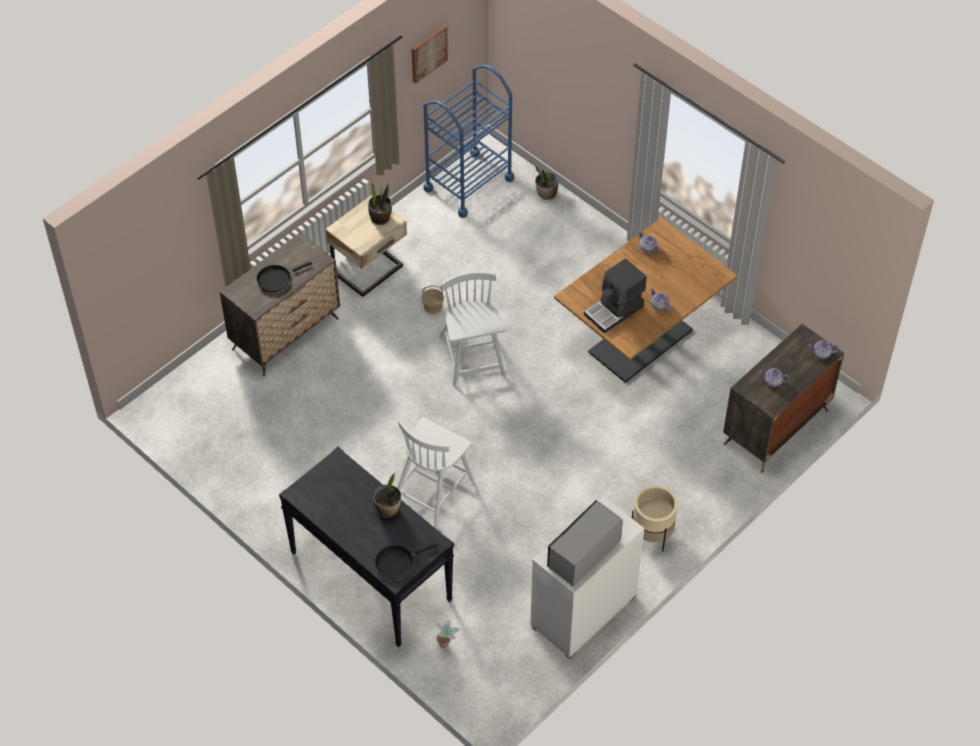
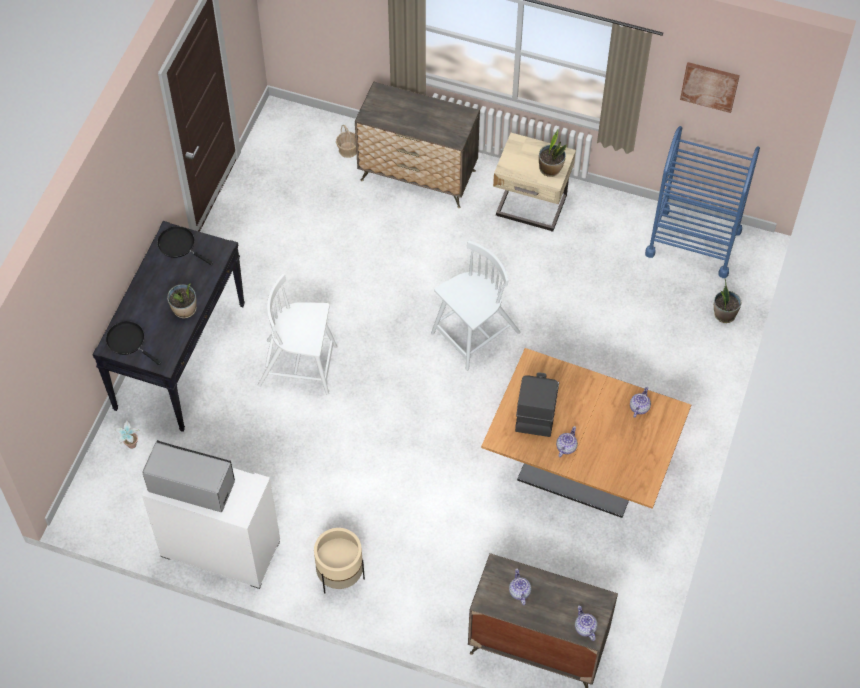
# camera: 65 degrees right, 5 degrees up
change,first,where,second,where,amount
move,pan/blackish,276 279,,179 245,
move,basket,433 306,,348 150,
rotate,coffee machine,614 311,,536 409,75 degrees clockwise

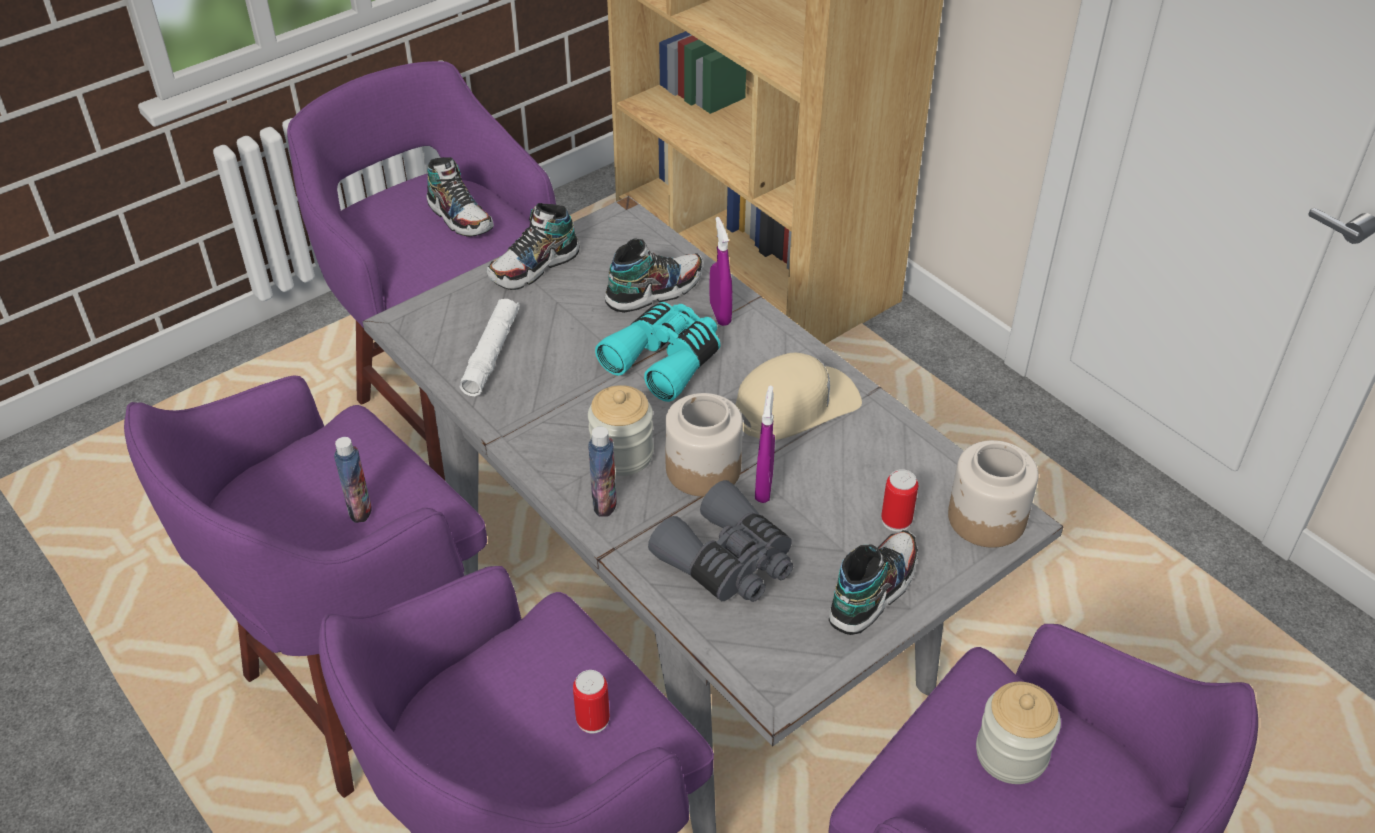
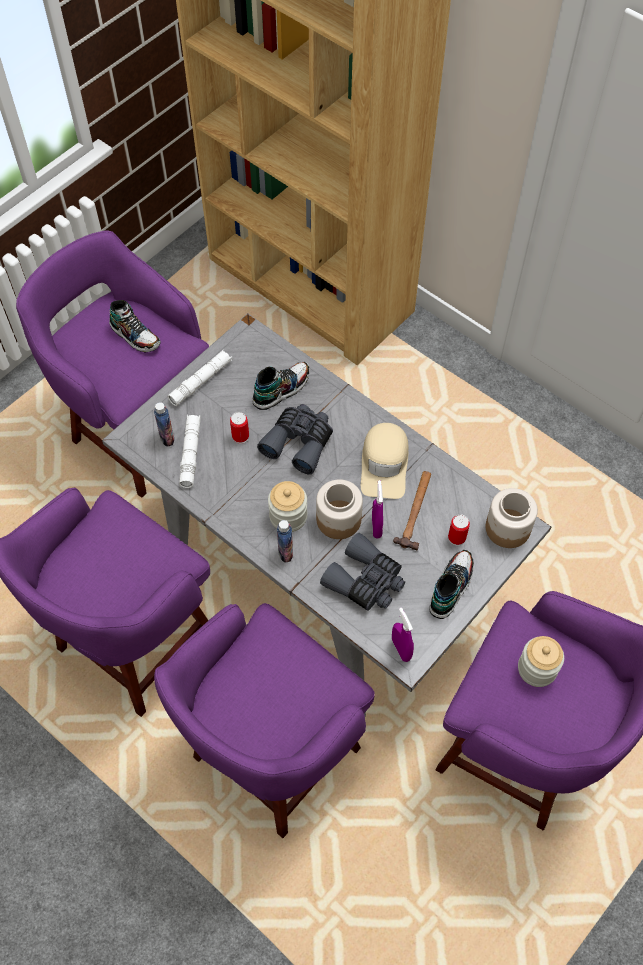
# camera: 10 degrees left, 15 degrees up
change,first,where,second,where,amount
move,bottle,360 509,,167 438,
replace,item of footwear,534 267,flashlight/white-coloured,201 381,
move,can,593 719,,240 436,
recolor,binoculars/turquoise,665 359,binoculars/greyish,299 442,
move,spray bottle/purple-coloured,720 314,,401 649,
rotate,cap/beige,795 405,,384 464,135 degrees clockwise
insert,,,hand hammer,416 511,

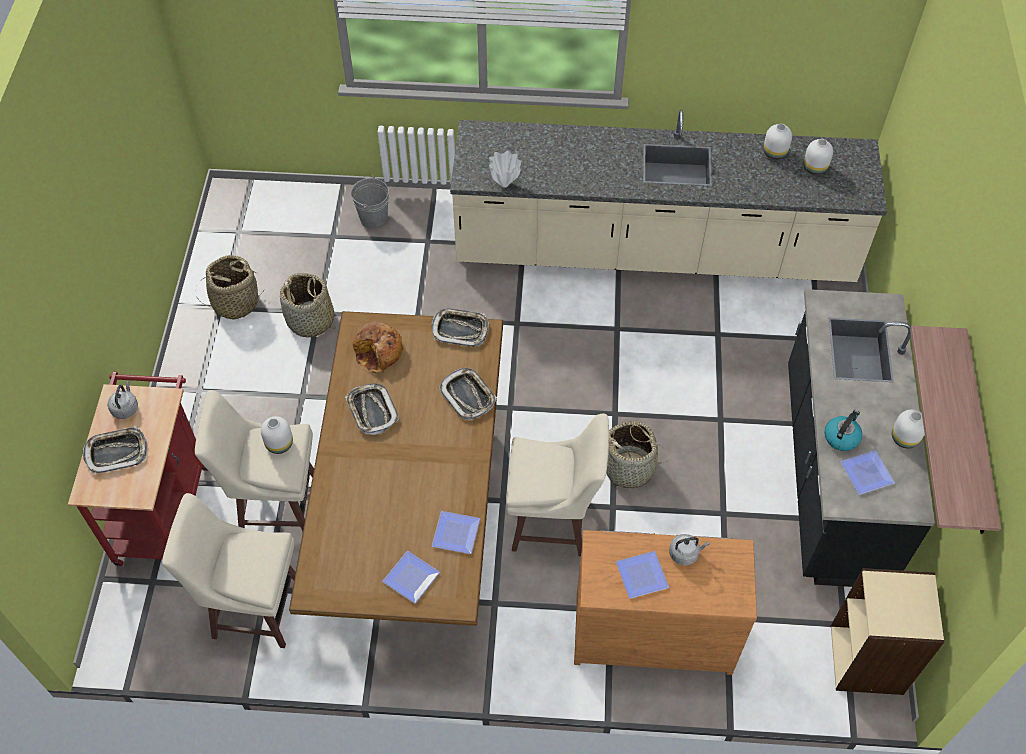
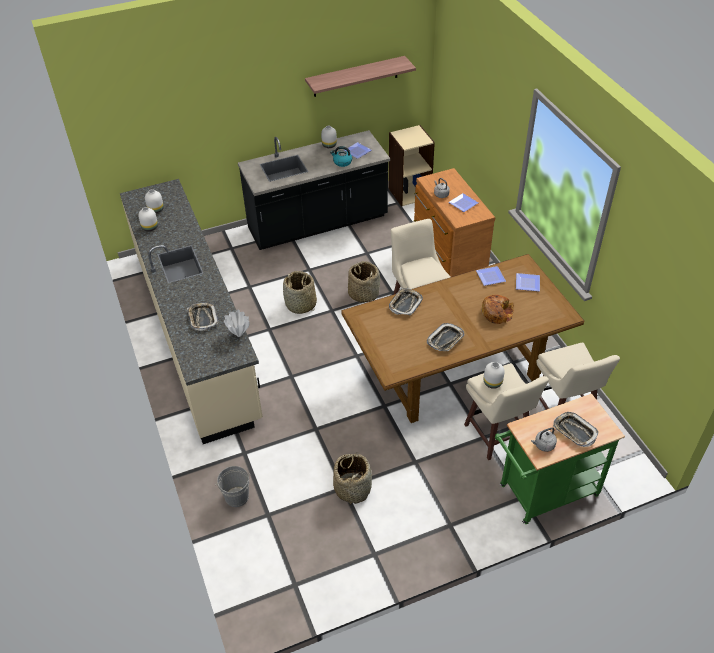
# camera: 115 degrees left, 10 degrees down
change,first,where,second,where,amount
recolor,trolley/red,164 507,trolley/greenish,543 493,
move,basket,235 302,,301 304,
move,baked bread,378 352,,497 313,
move,serving tray,460 330,,203 318,

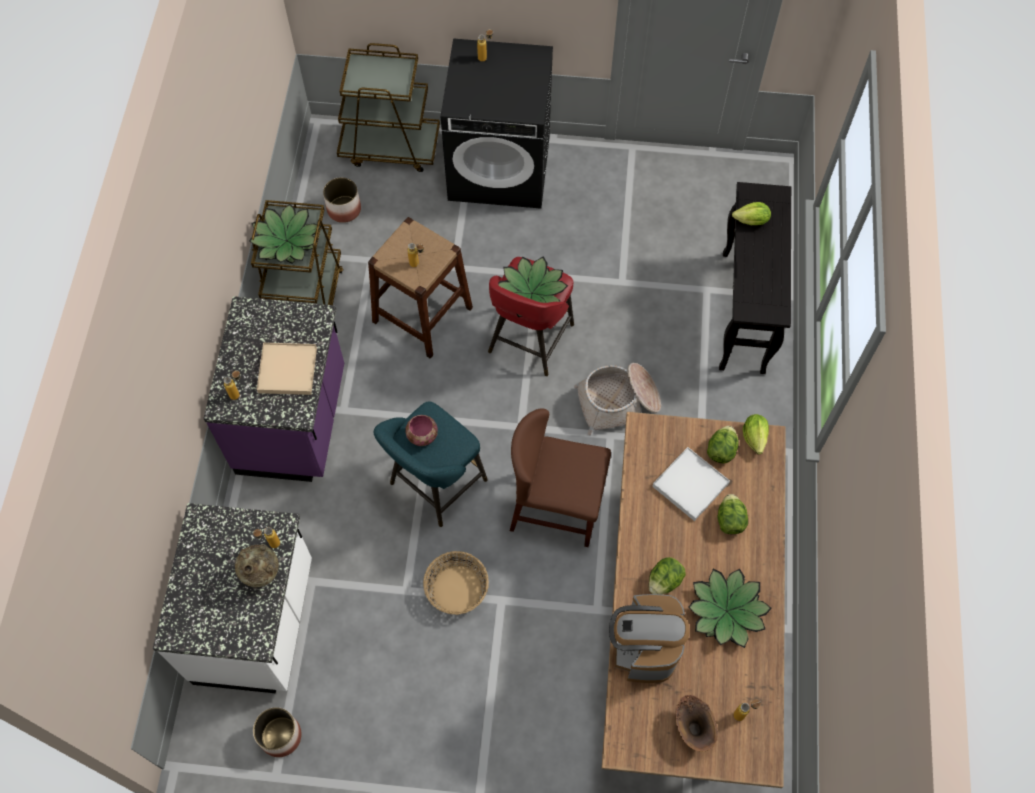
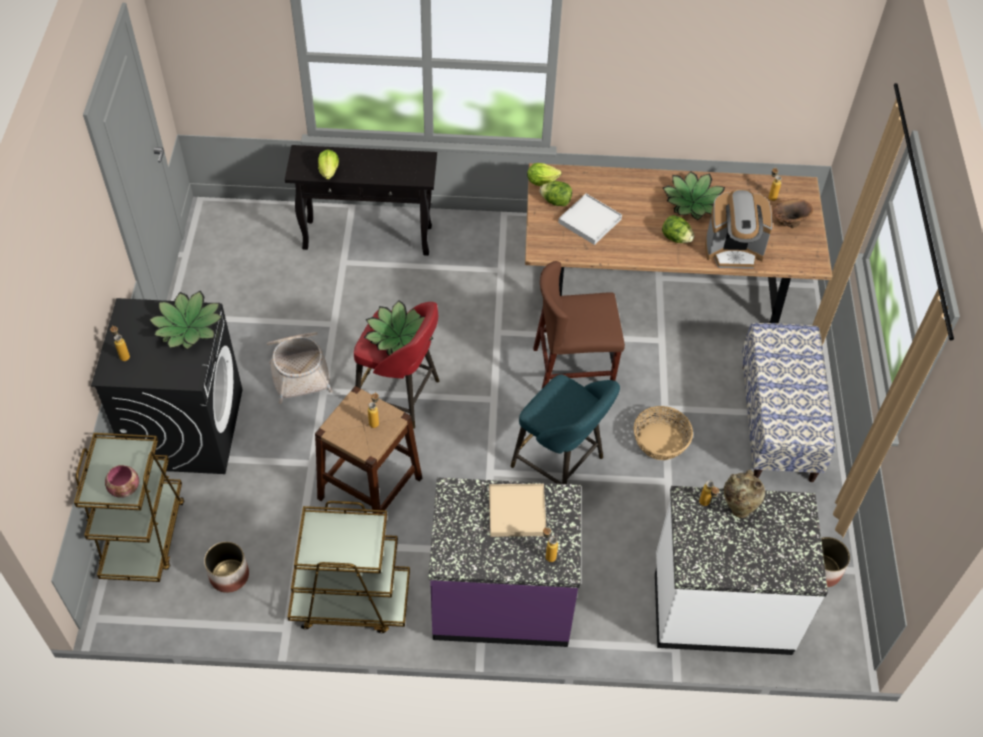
# camera: 95 degrees left, 10 degrees down
change,first,where,second,where,amount
move,potted plant,286 241,,188 327,
move,bowl,422 437,,126 489,
rotate,chair/brownish,556 507,,572 370,75 degrees clockwise
move,basket,618 403,,299 369,
delete,lettuce,730 520,,,
insert,,,bench,778 422,

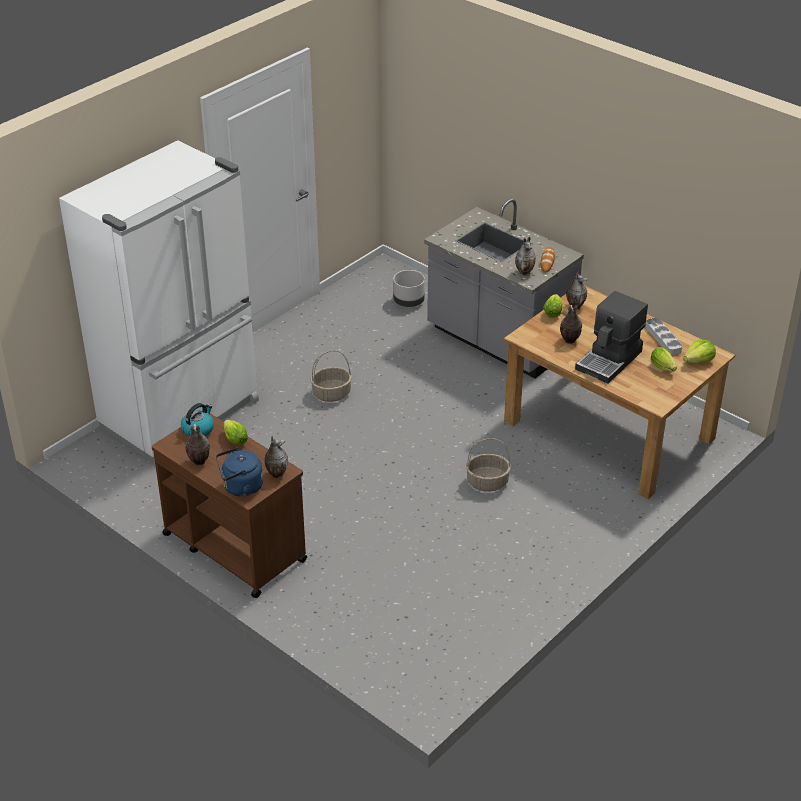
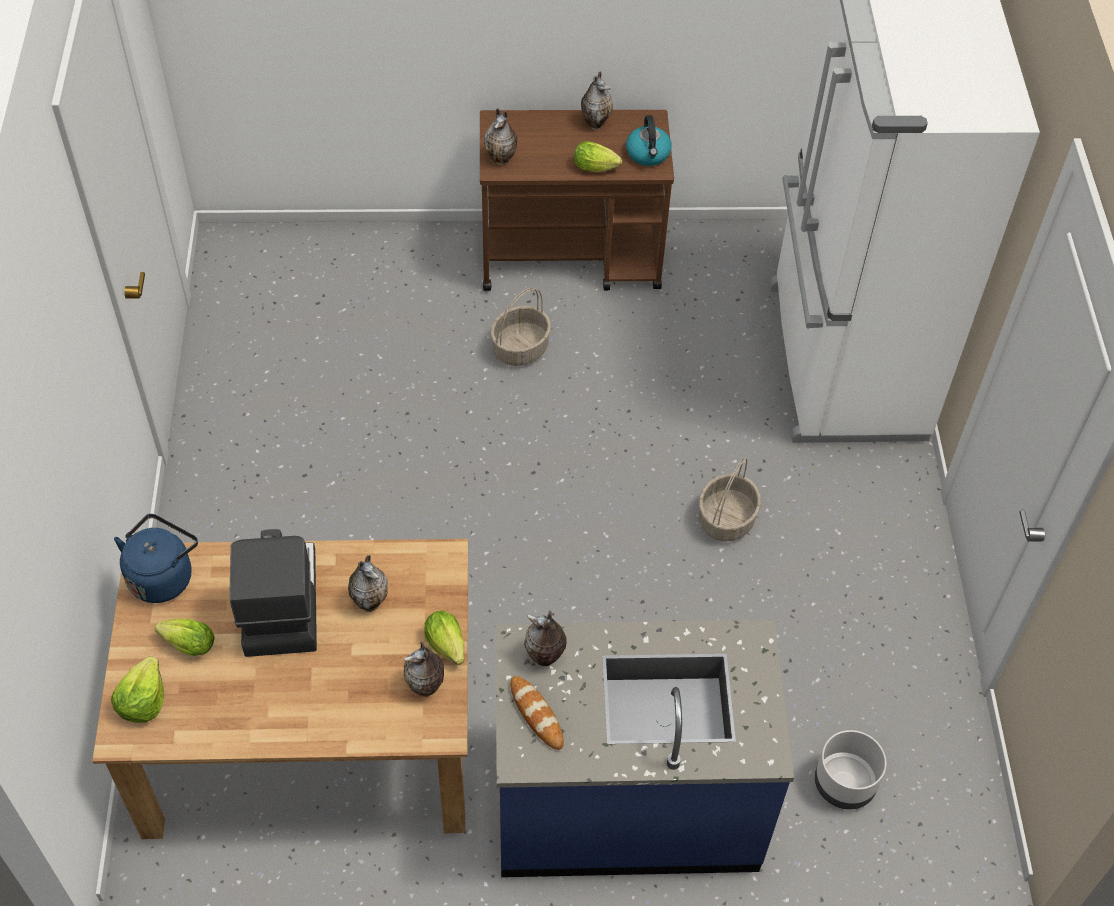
# camera: 135 degrees right, 15 degrees up
change,first,where,second,where,amount
move,kettle/bluish,240 487,,163 575,
recolor,counter/greyish,498 341,counter/bluish,626 801,
move,basket,487 482,,520 348,
delete,serving tray/greyish,663 339,,,

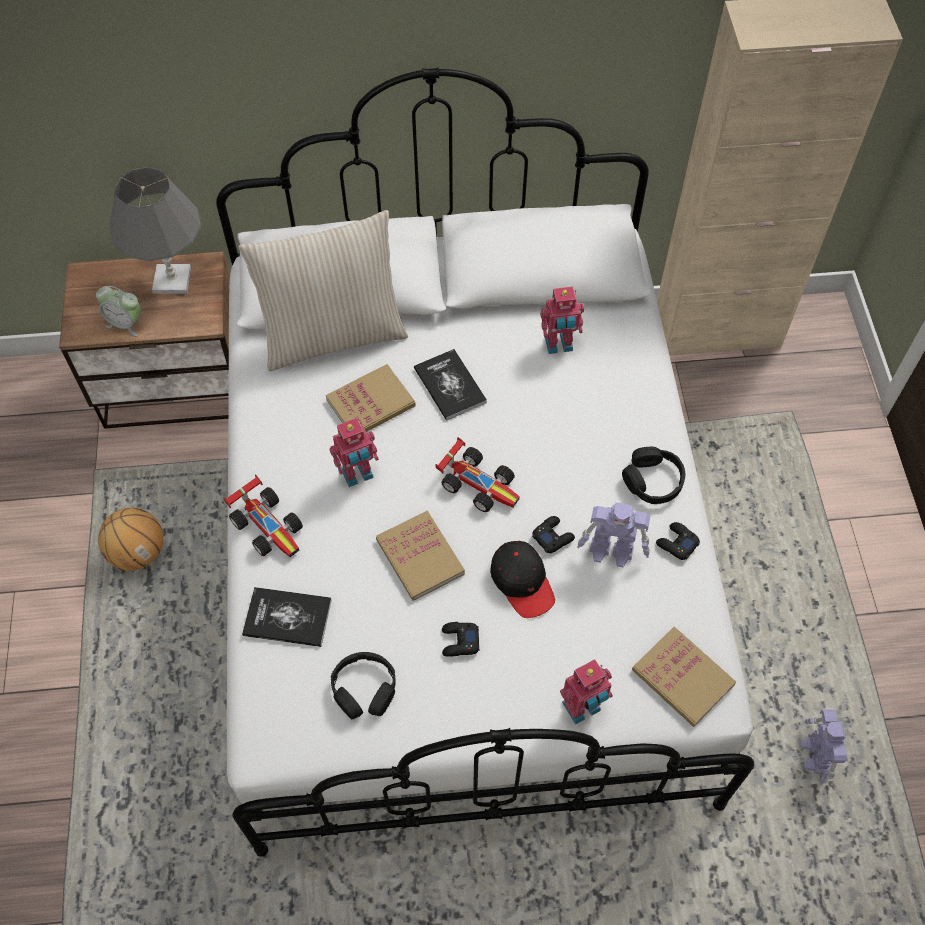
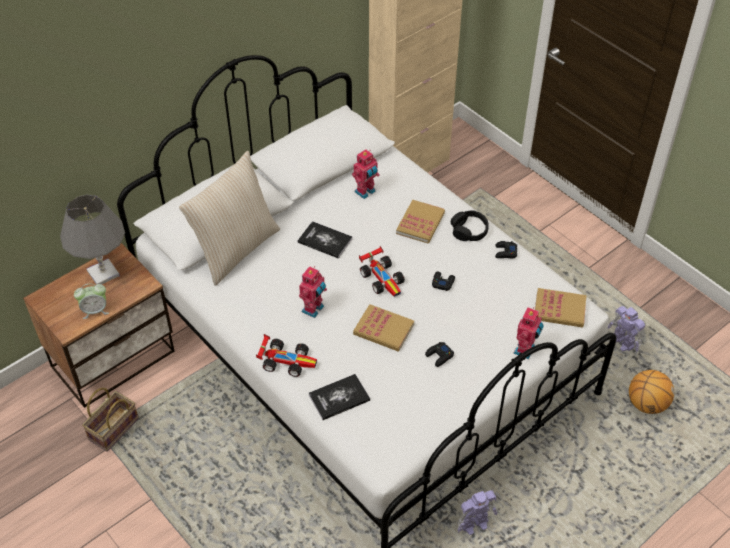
# camera: 35 degrees left, 10 degrees down
change,first,where,second,where,amount
move,basketball ball,138 552,,646 404,
move,bound book,371 403,,420 223,
delete,headset/blackish,364 689,,,
rotate,toy car,479 483,,383 278,60 degrees clockwise
delete,cap/blackish,522 582,,,
move,model robot,612 552,,475 524,
insert,,,basket,113 430,

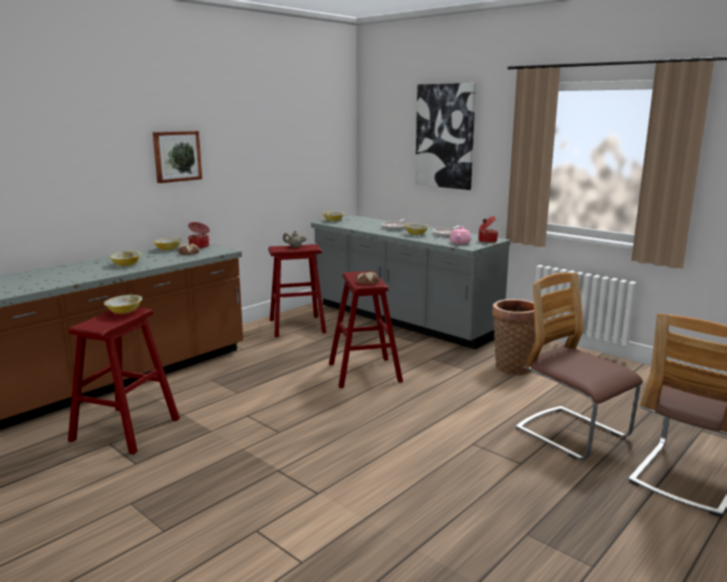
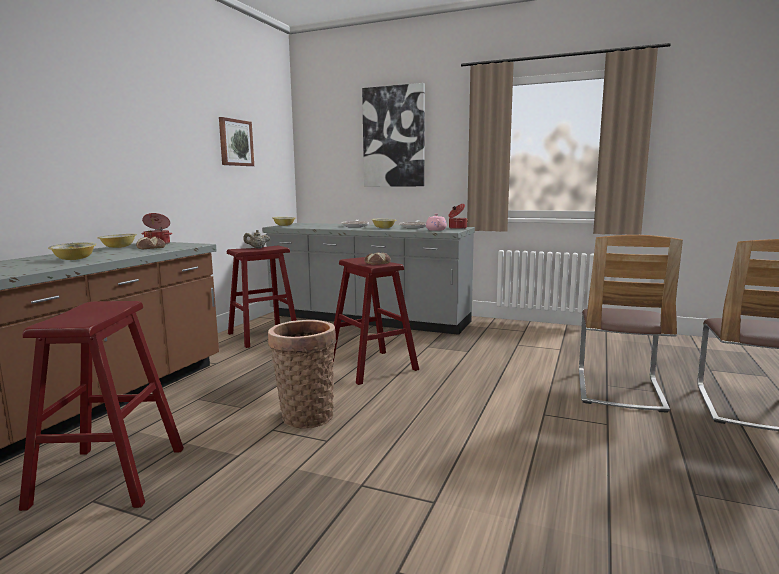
# camera: 20 degrees left, 5 degrees down
change,first,where,second,where,amount
delete,bowl,124 312,,,
move,wall picture,177 156,,235 142,
move,basket,512 366,,305 415,
rotate,chair,572 434,,619 390,105 degrees counterclockwise

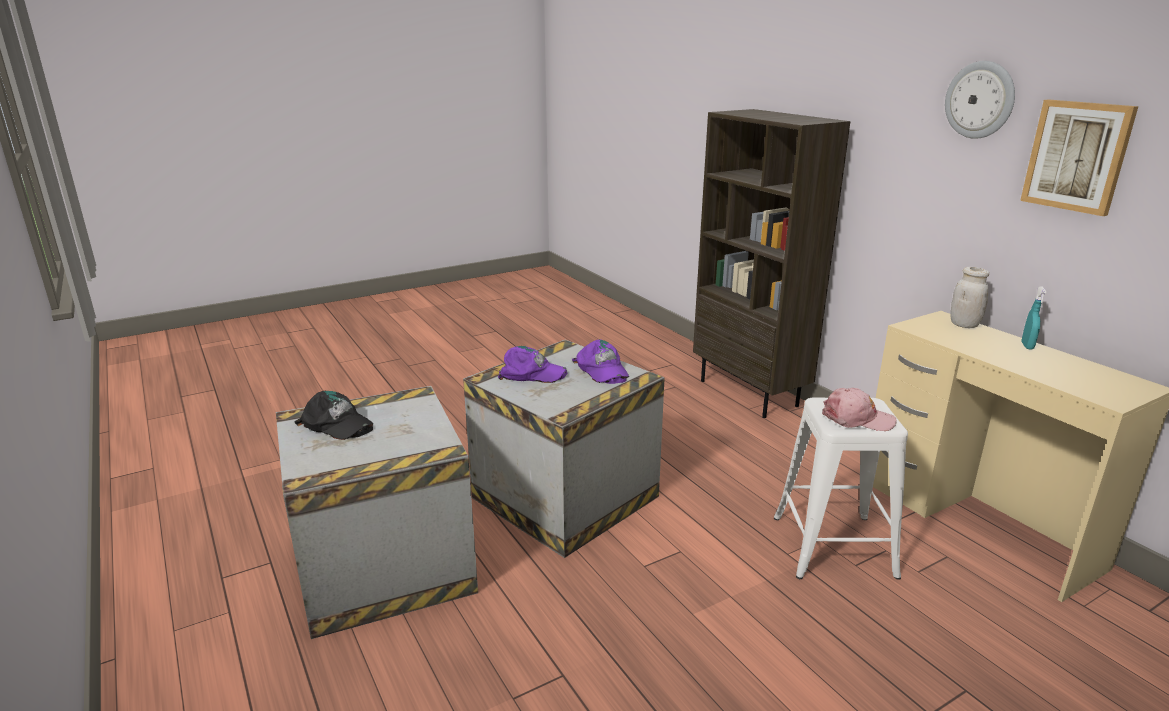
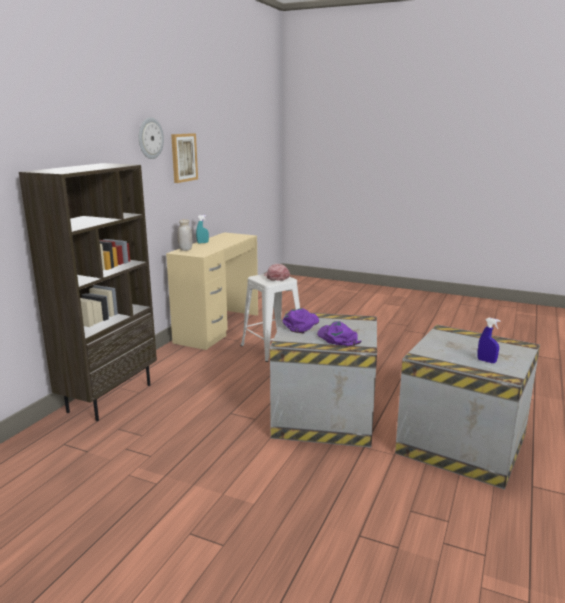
# camera: 125 degrees left, 5 degrees down
change,first,where,second,where,amount
replace,cap/blackish,336 424,spray bottle/bluish,486 361,

